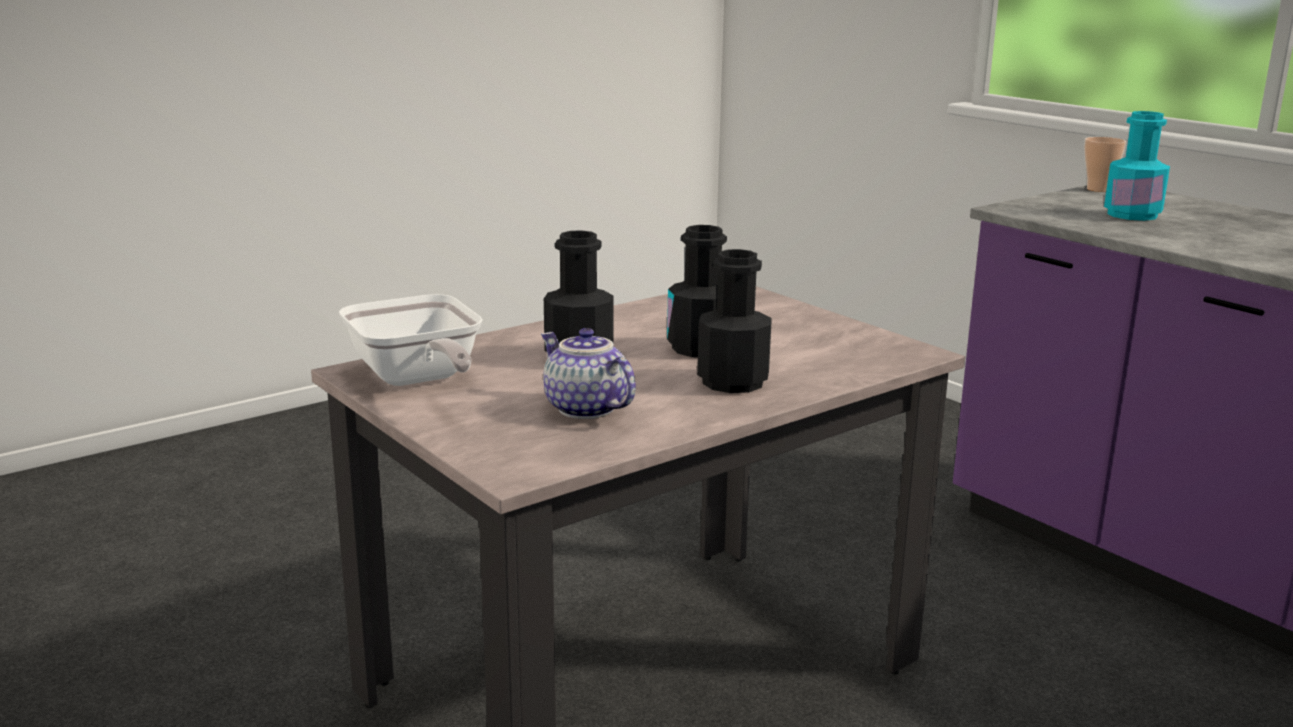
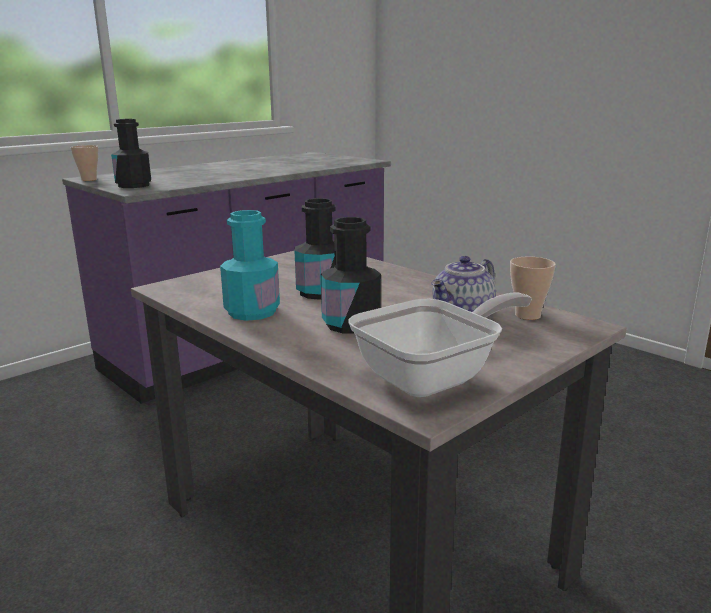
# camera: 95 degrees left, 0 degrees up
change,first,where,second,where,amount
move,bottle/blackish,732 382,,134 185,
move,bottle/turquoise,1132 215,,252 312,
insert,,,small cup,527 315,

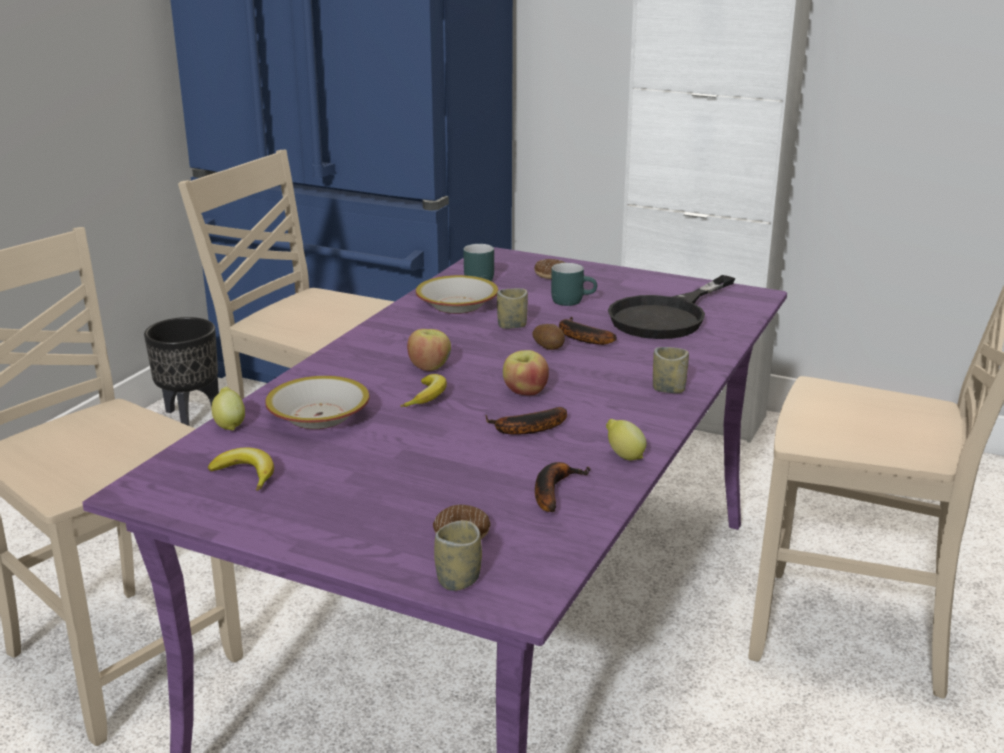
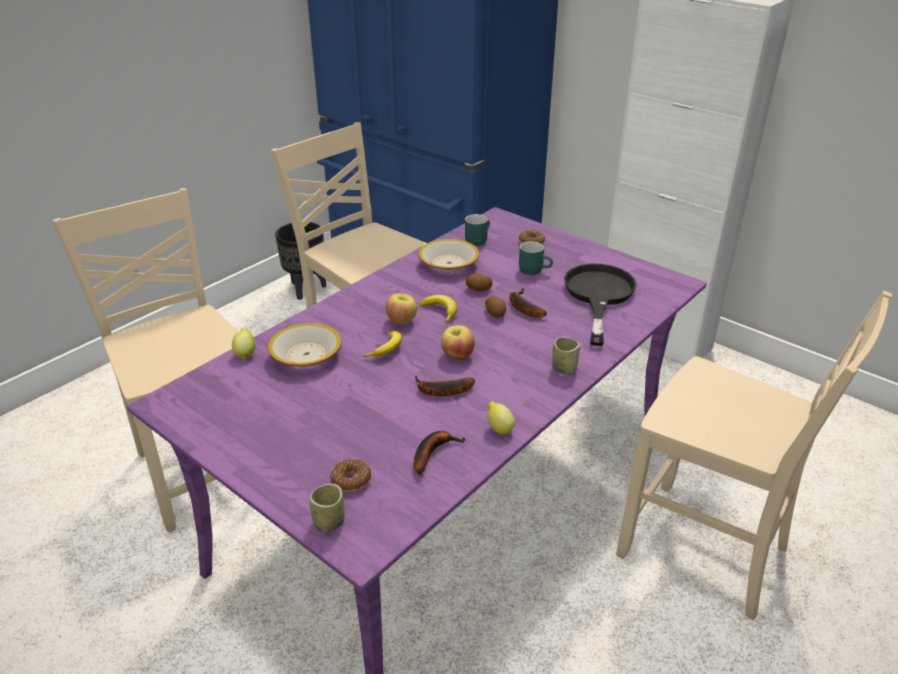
# camera: 15 degrees right, 10 degrees up
change,first,where,second,where,amount
move,banana,246 474,,440 311,
replace,small cup,512 326,potato,478 289,
rotate,pan/blackish,666 316,,598 295,135 degrees clockwise

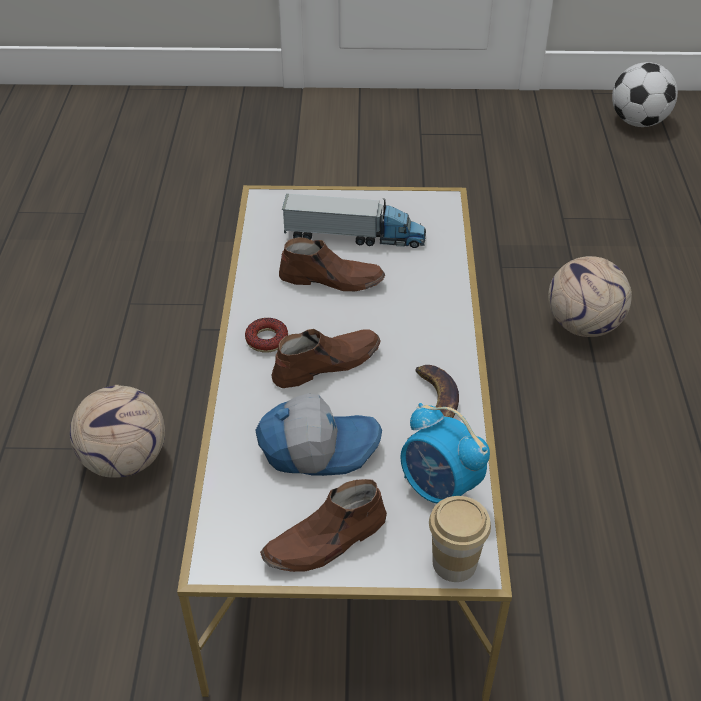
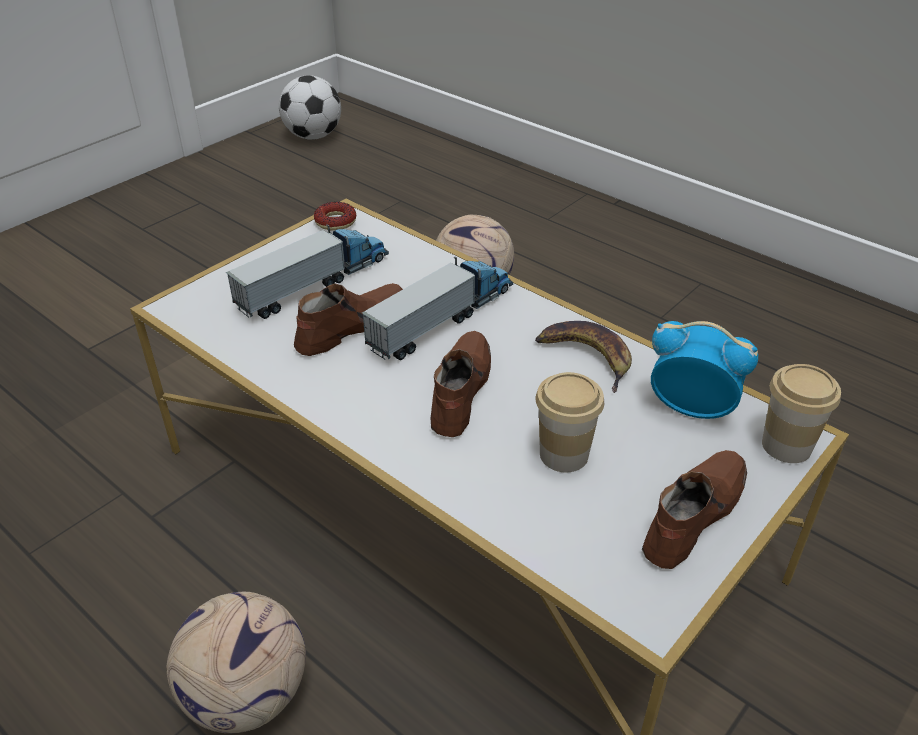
# camera: 50 degrees left, 5 degrees down
change,first,where,second,where,amount
move,ring doughnut,267 339,,335 221,
replace,cap,318 447,small cup,564 454,
rotate,item of footwear/brownish,326 541,,692 514,150 degrees counterclockwise
rotate,table clock,439 489,,691 408,150 degrees counterclockwise
insert,,,model truck,443 319,

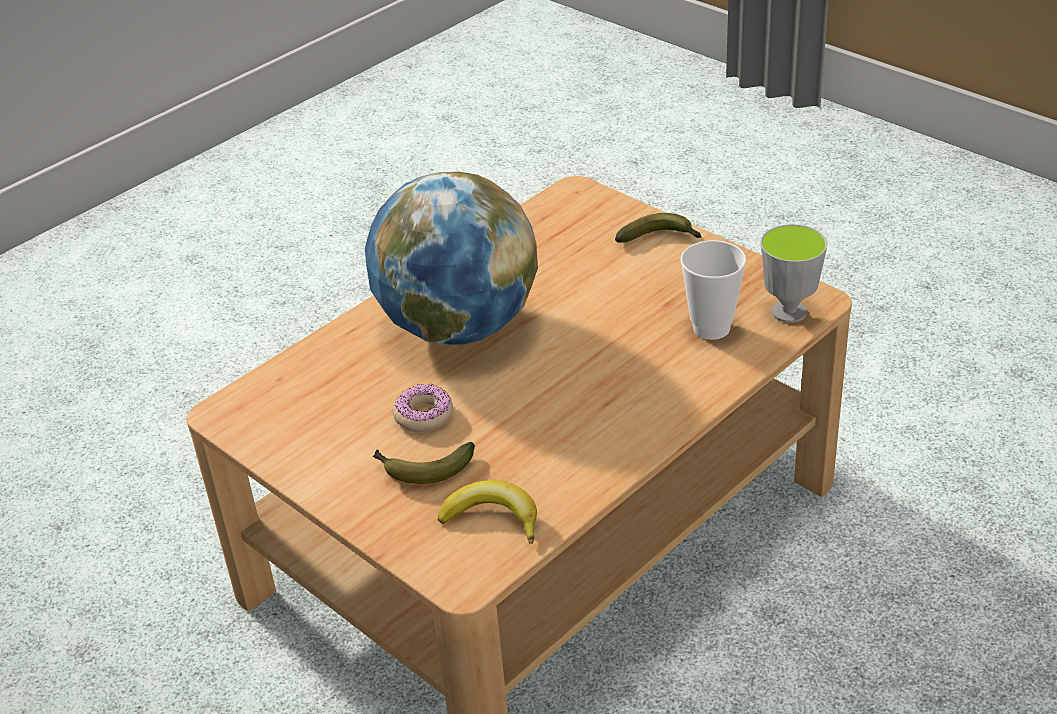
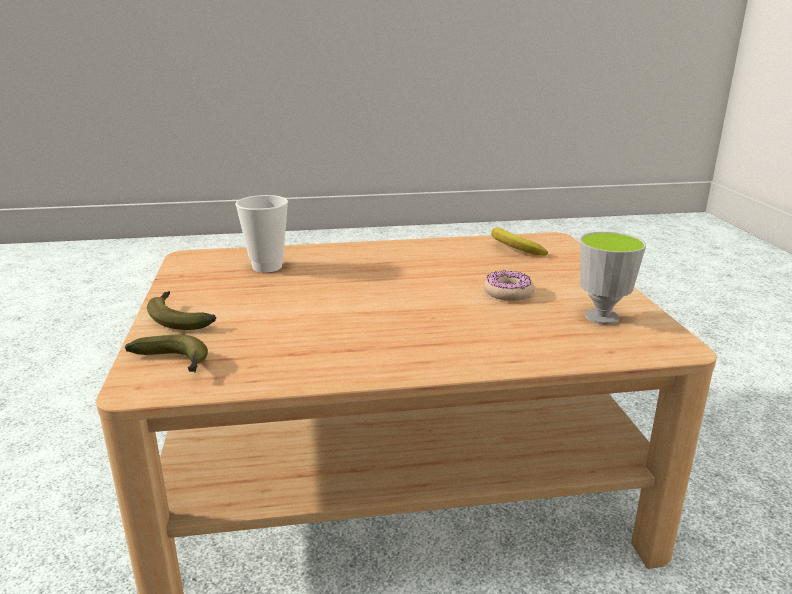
# camera: 145 degrees left, 15 degrees down
change,first,where,second,where,amount
delete,globe,458 327,,,
move,banana,422 469,,175 363,
move,small cup,789 312,,602 317,

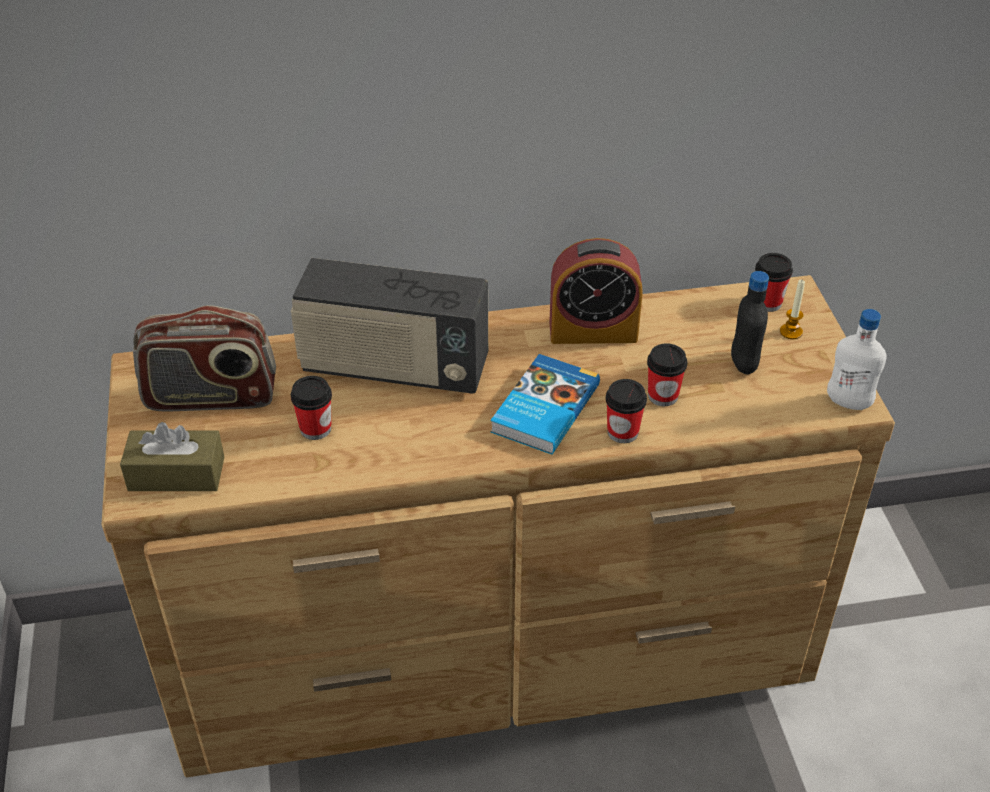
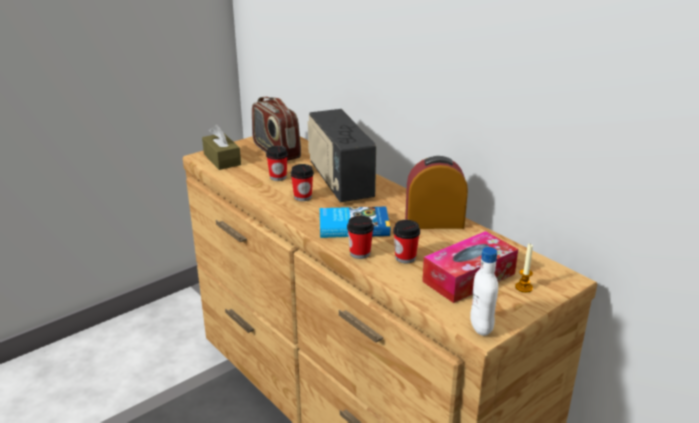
# camera: 60 degrees right, 15 degrees down
change,first,where,second,where,amount
rotate,table clock,593 331,,434 222,120 degrees clockwise
replace,bottle/blackish,743 363,tissue holder,469 277,
move,small cup,767 303,,302 197,

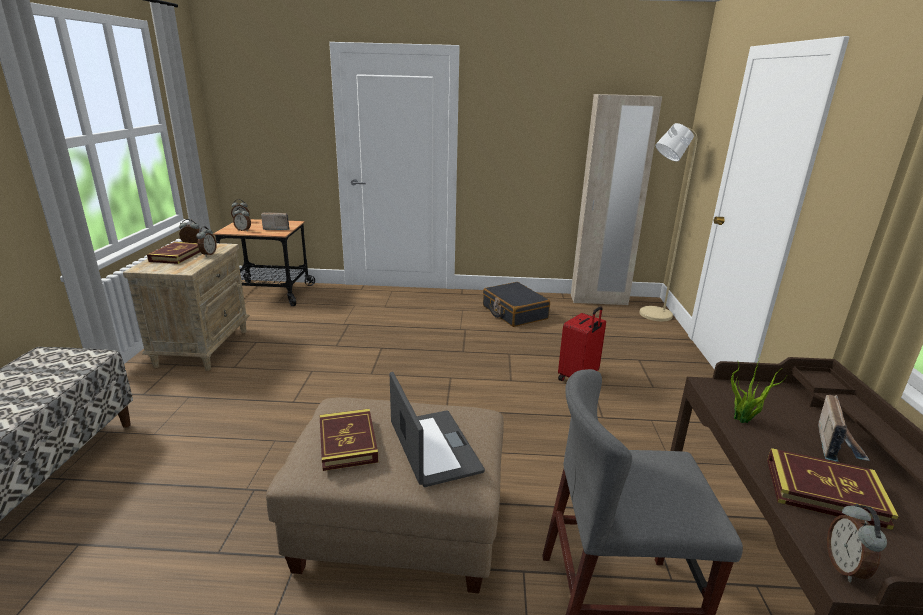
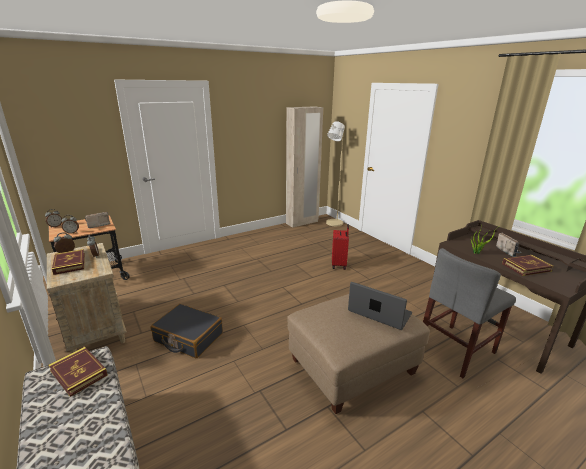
# camera: 35 degrees left, 0 degrees up
change,first,where,second,where,amount
move,bound book,348 442,,78 373,
move,suitcase/blackish,514 312,,188 337,
delete,table clock,845 567,,,

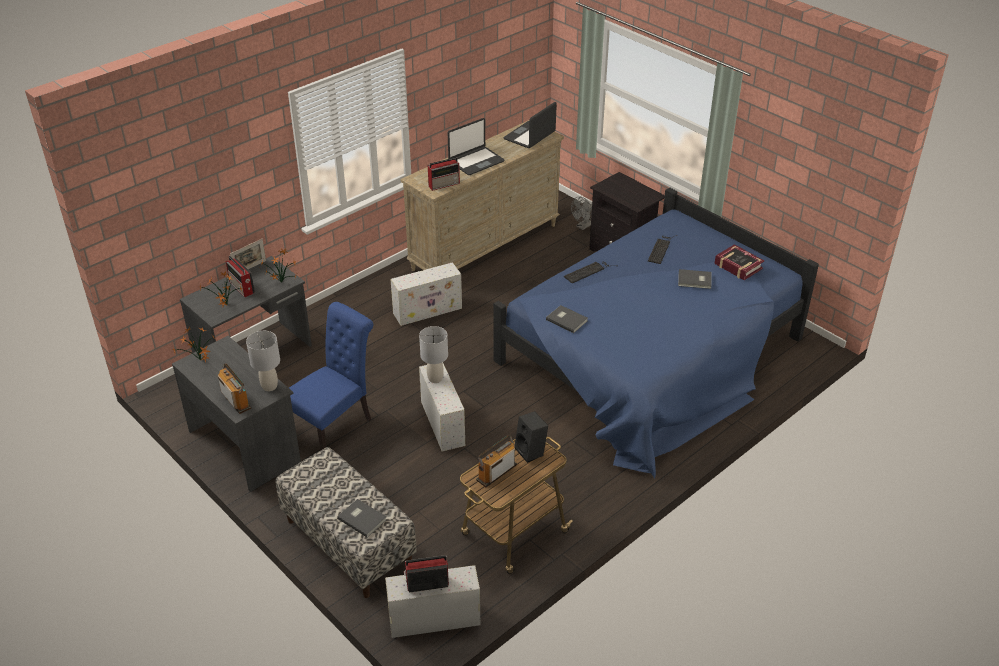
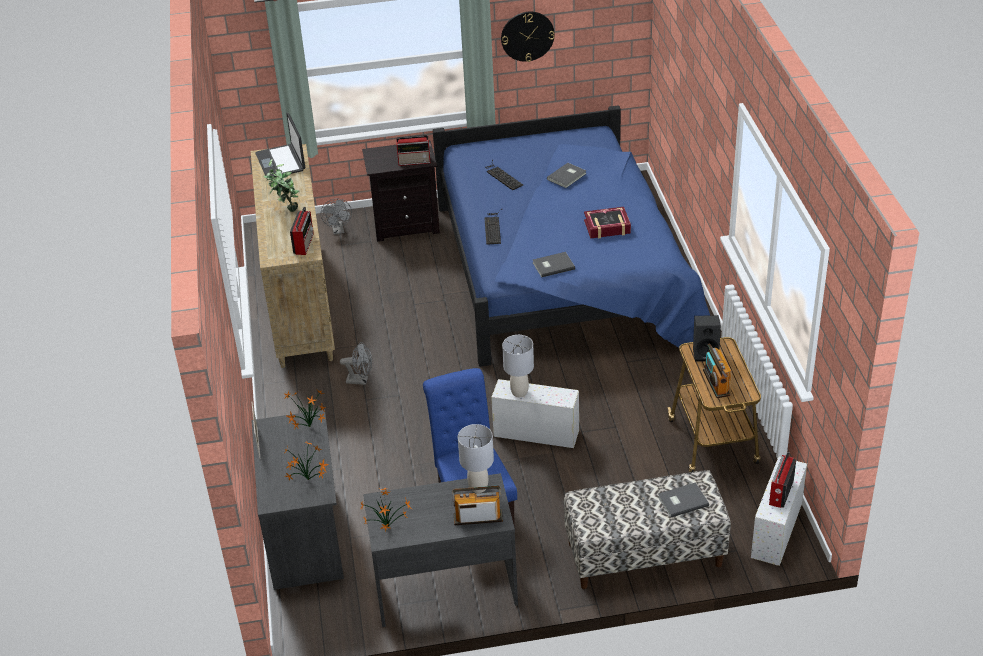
# camera: 55 degrees left, 0 degrees up
change,first,where,second,where,amount
move,radio,242 288,,415 161,
replace,storage bin/white-coloured,428 310,cooling fan/greyish,360 380,
replace,portable computer,476 161,potted plant,286 210,
move,bound book,738 266,,607 227,
insert,,,hanging clock,527 36,

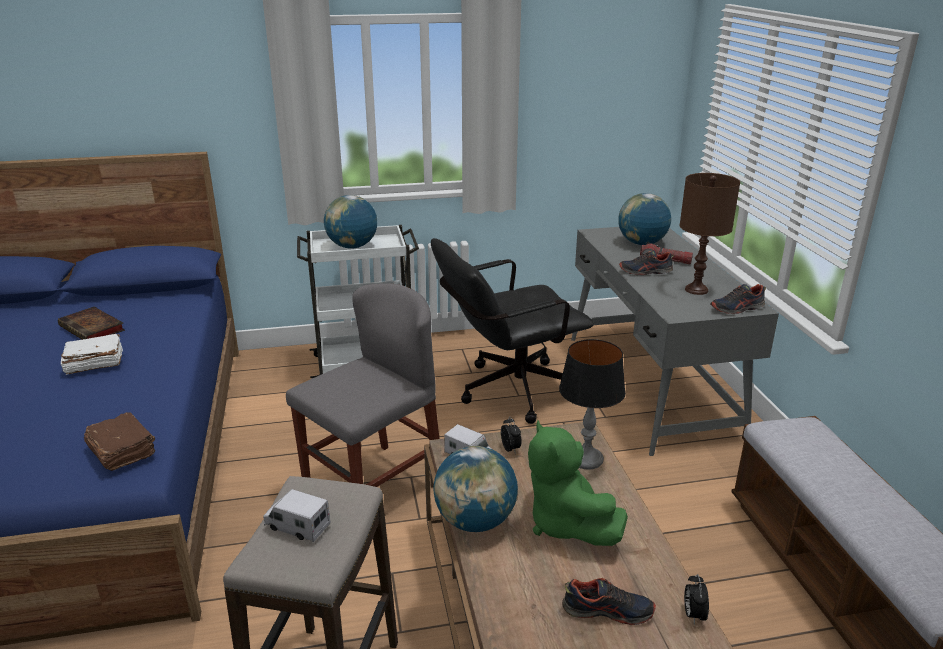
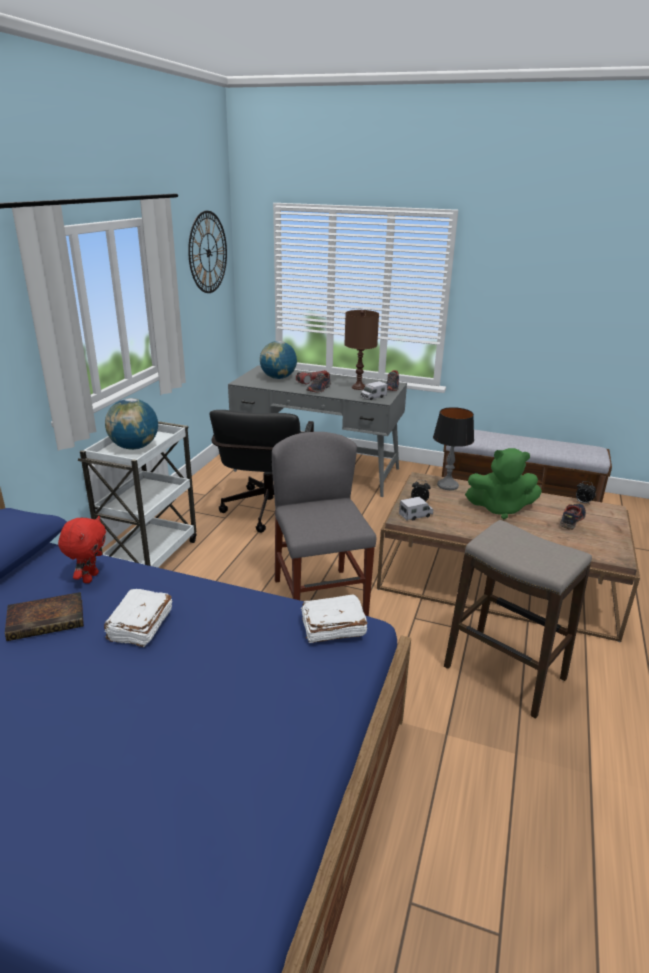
# camera: 60 degrees left, 0 degrees up
change,first,where,second,where,amount
recolor,bound book/brownish,122 451,bound book/white-coloured,332 628,
move,model truck,297 526,,373 397,
delete,globe,475 521,,,
insert,,,plush toy/red,89 577,
insert,,,hanging clock,208 252,

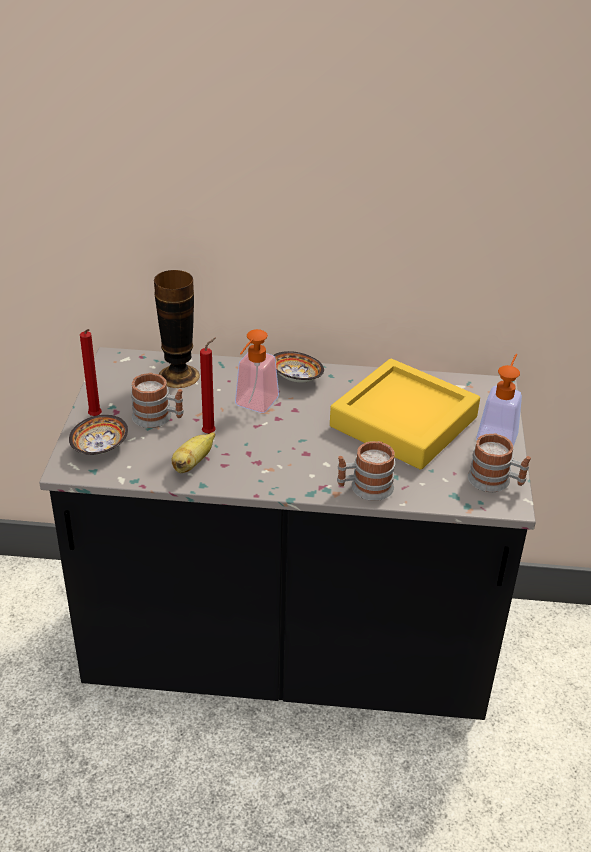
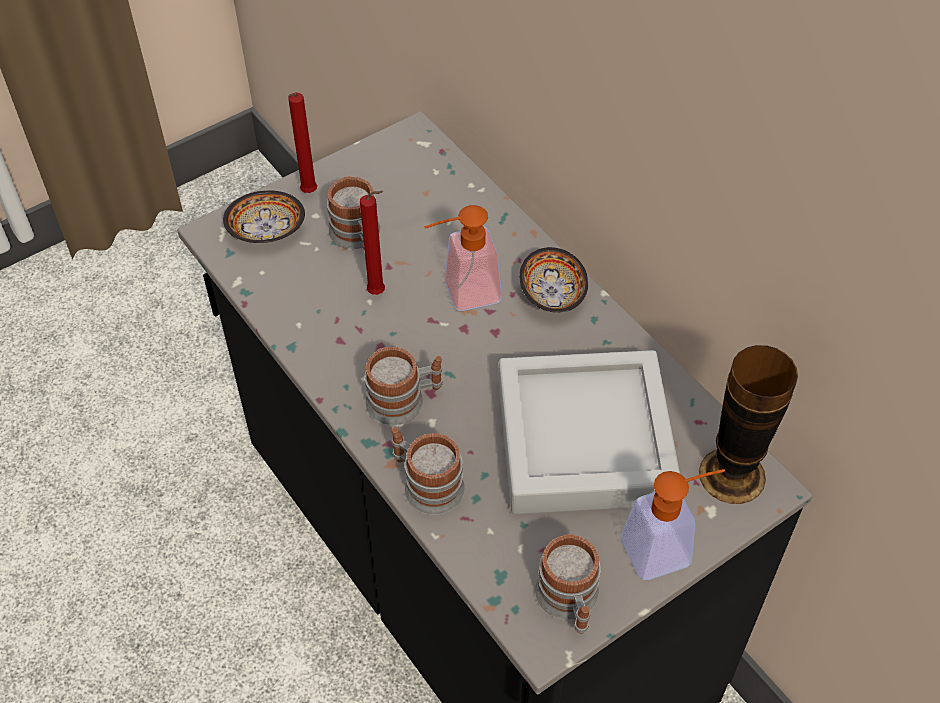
# camera: 50 degrees right, 15 degrees up
change,first,where,second,where,amount
move,flower vase,178 376,,732 475,
delete,banana,193 463,,,
recolor,serving tray/yellow,403 422,serving tray/greyish,584 441,
insert,,,mug,404 400,

